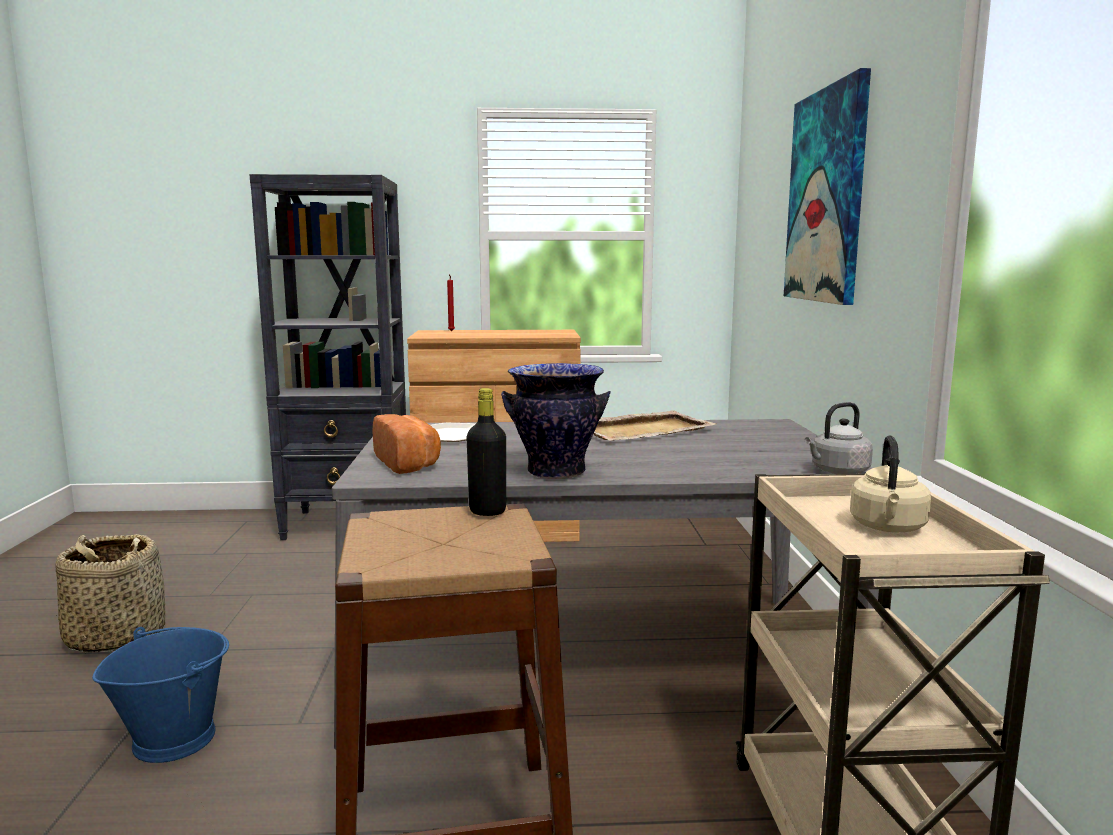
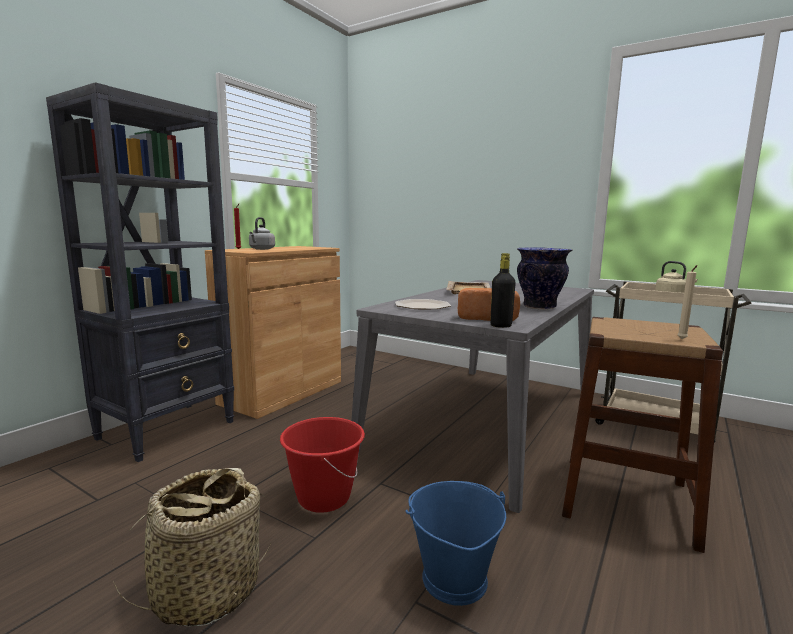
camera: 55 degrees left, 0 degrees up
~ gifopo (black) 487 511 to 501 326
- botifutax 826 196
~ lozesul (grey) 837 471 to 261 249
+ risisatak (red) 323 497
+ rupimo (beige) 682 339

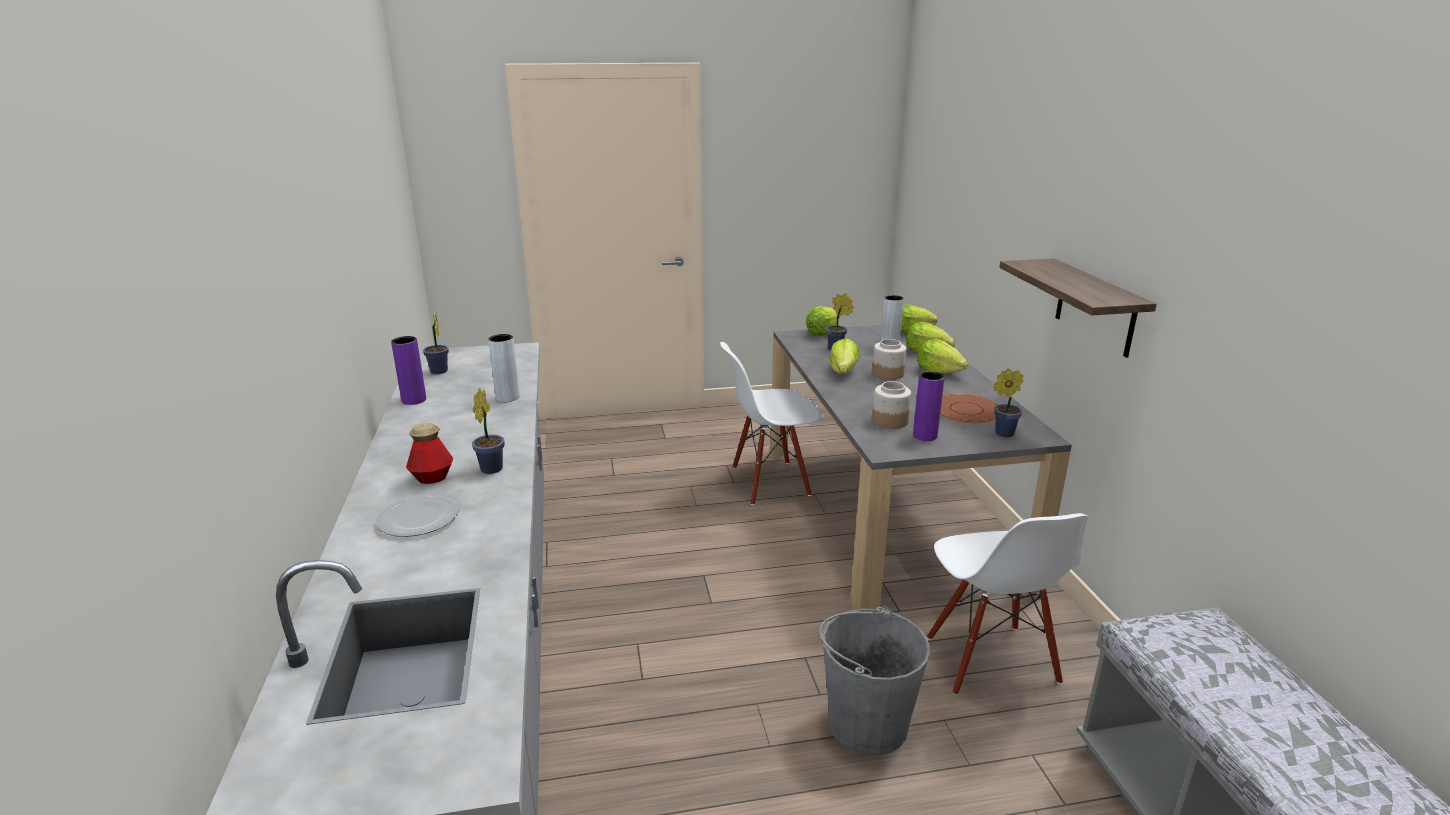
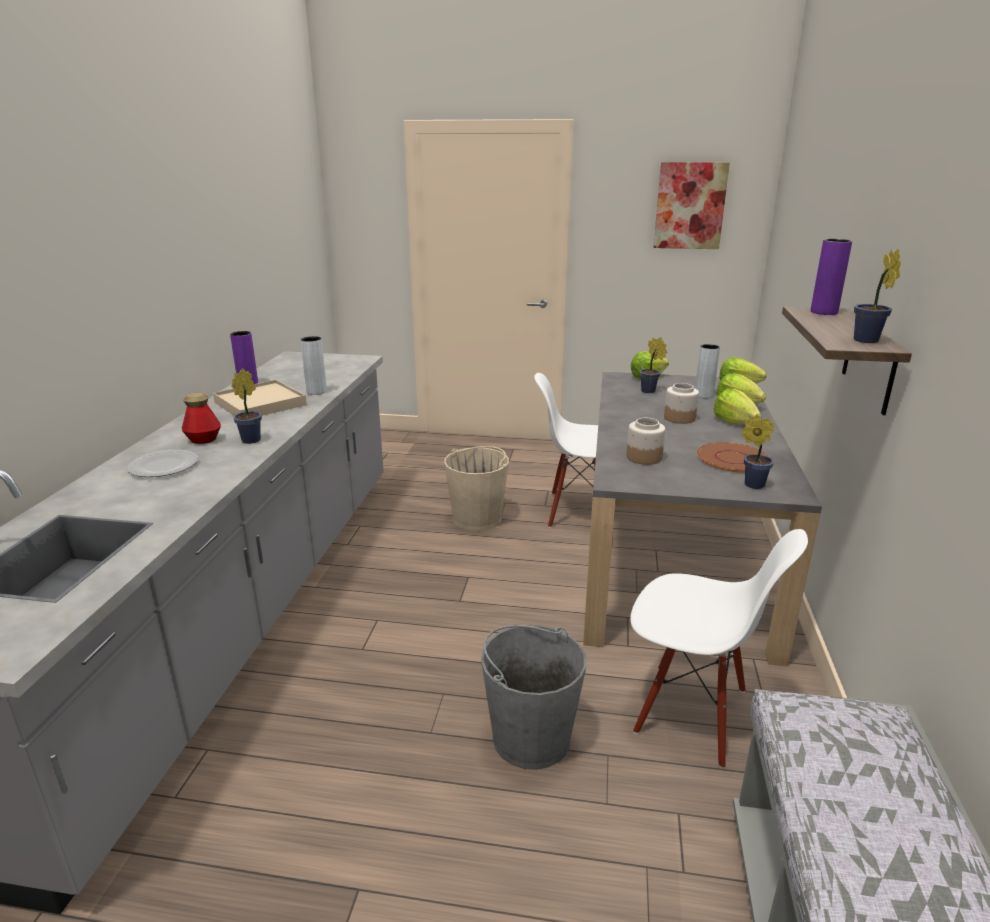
camera: 20 degrees right, 0 degrees up
~ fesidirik 439 372 to 867 341
- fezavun 843 372
~ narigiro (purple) 925 436 to 824 312
~ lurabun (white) 990 660 = 691 712 75 degrees counterclockwise
+ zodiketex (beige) 260 404
+ risisatak (beige) 477 518
+ botifutax 690 206

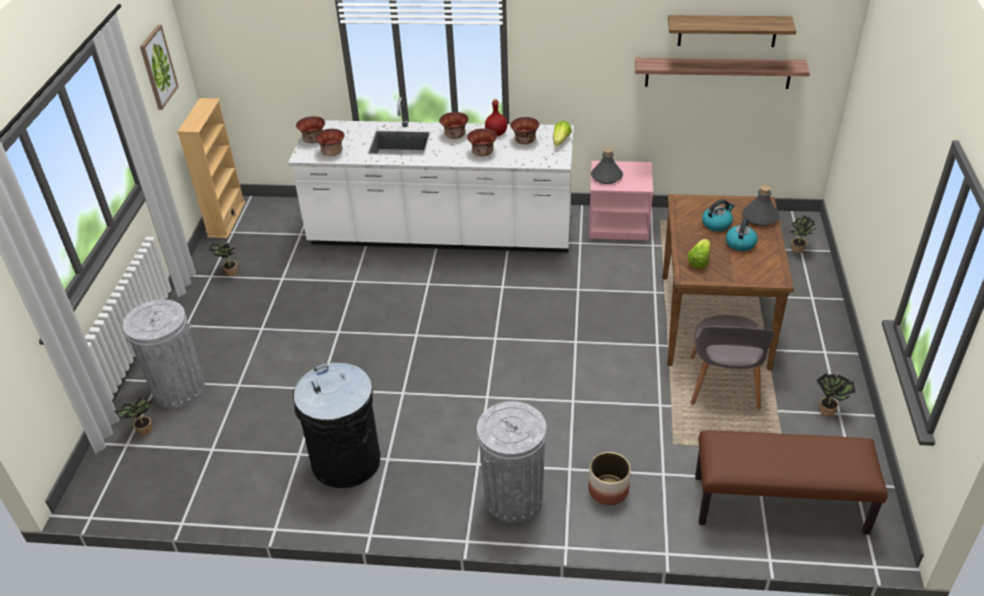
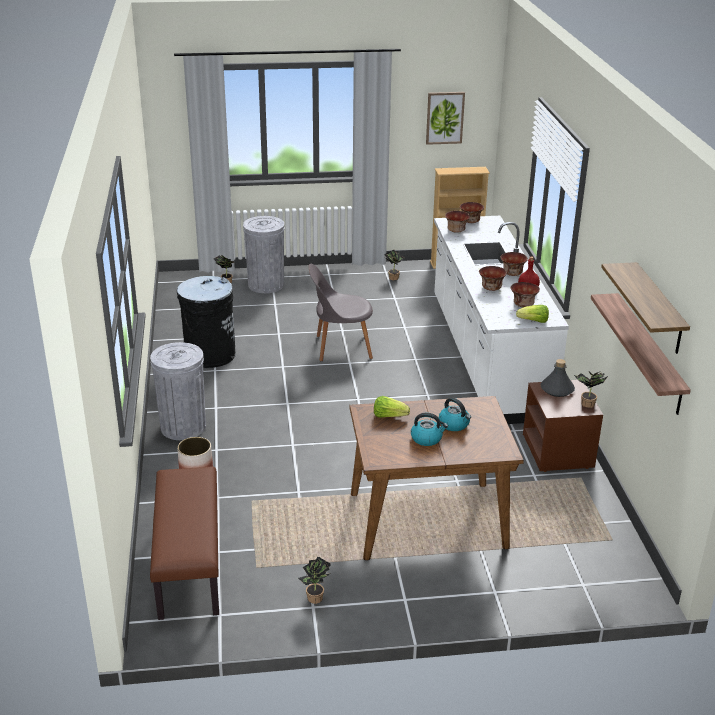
camera: 75 degrees right, 10 degrees down
~ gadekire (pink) 619 224 to gadekire (brown) 558 451
~ lurabun (grey) 723 385 to 340 347
- gifopo (grey) 760 217
~ fesidirik 798 250 to 586 404

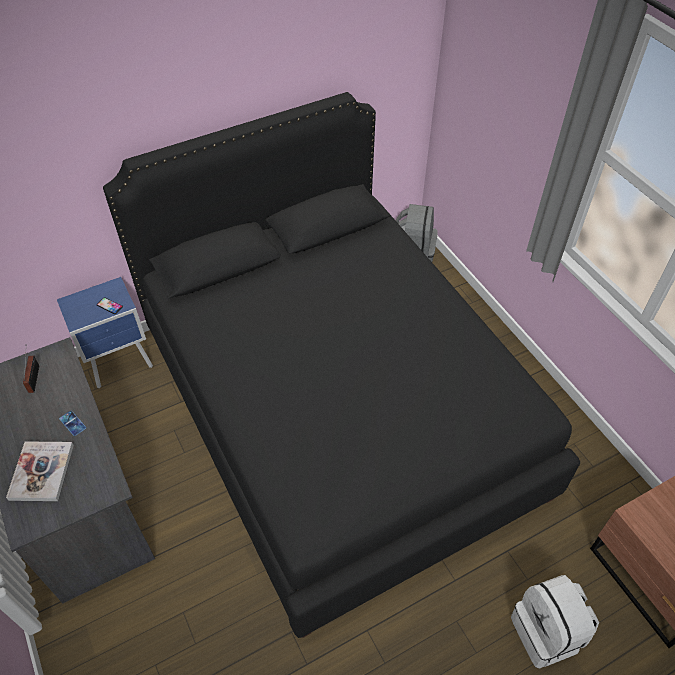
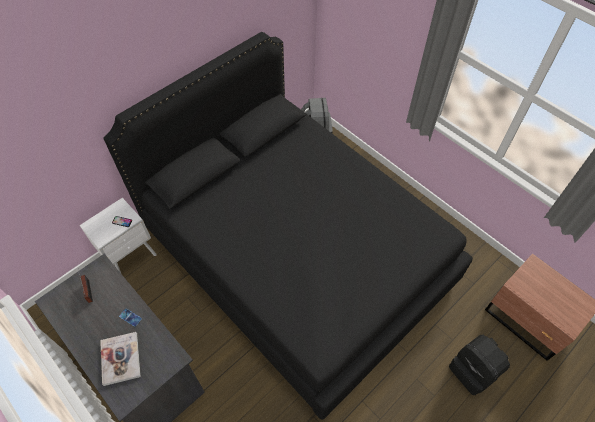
camera: 15 degrees left, 5 degrees up
~ gadekire (blue) 121 363 to gadekire (white) 132 258
~ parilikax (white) 547 633 to parilikax (black) 473 371

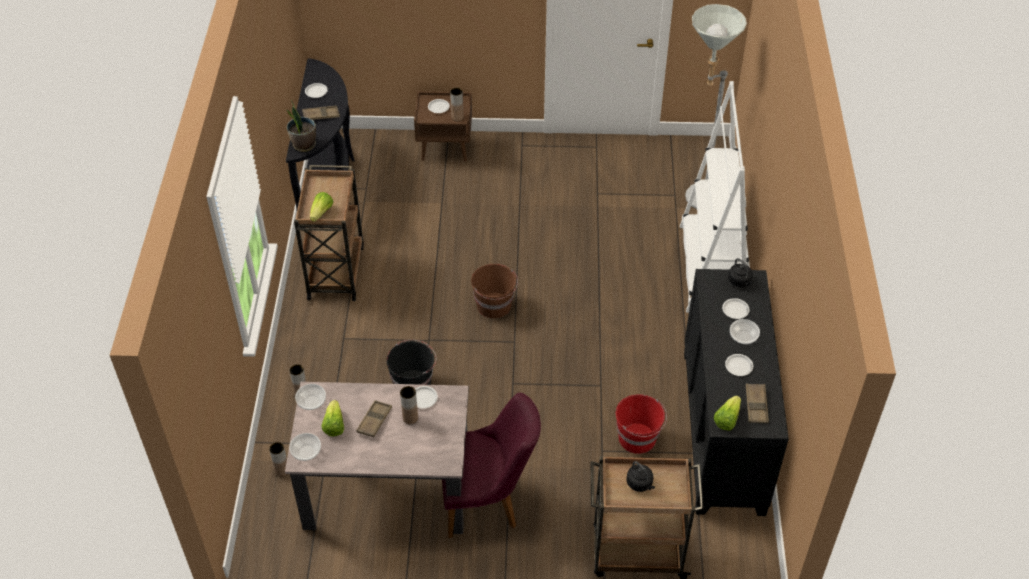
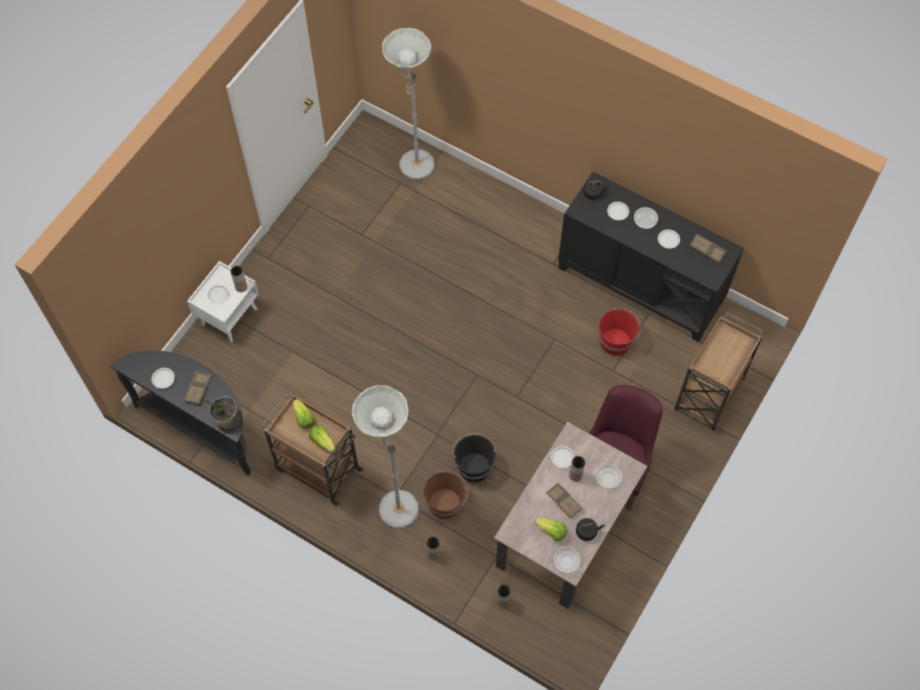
camera: 60 degrees left, 15 degrees up
~ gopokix 311 402 to 607 479
~ gadekire (brown) 445 148 to gadekire (white) 229 316
~ risisatak (brown) 494 305 to 445 503
~ lozesul (black) 640 484 to 587 531
- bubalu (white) 712 268
~ fezavun 727 419 to 304 418
+ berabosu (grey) 393 502

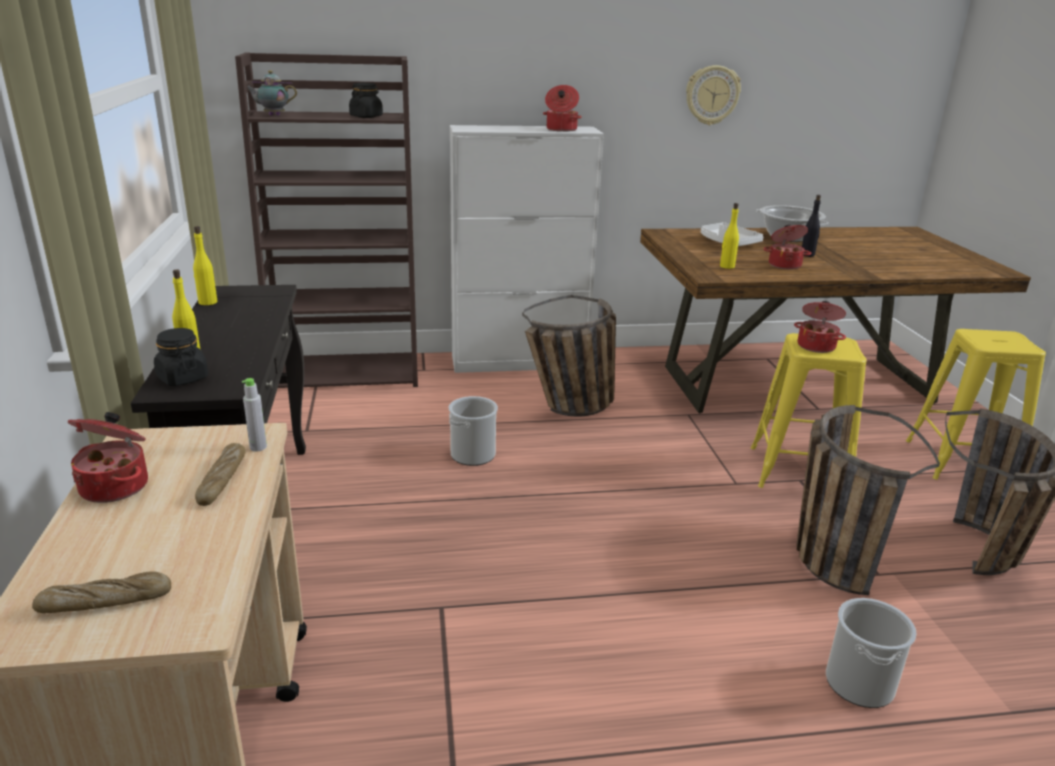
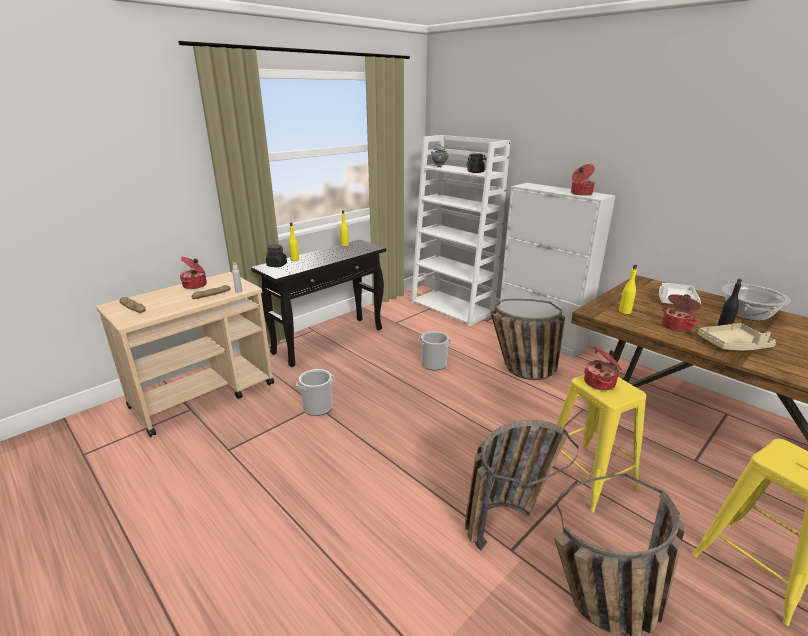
camera: 55 degrees right, 0 degrees up
~ bubalu (brown) 348 372 to bubalu (white) 453 308
- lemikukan 712 95
~ risisatak 859 683 to 318 407
+ zodiketex (beige) 733 345

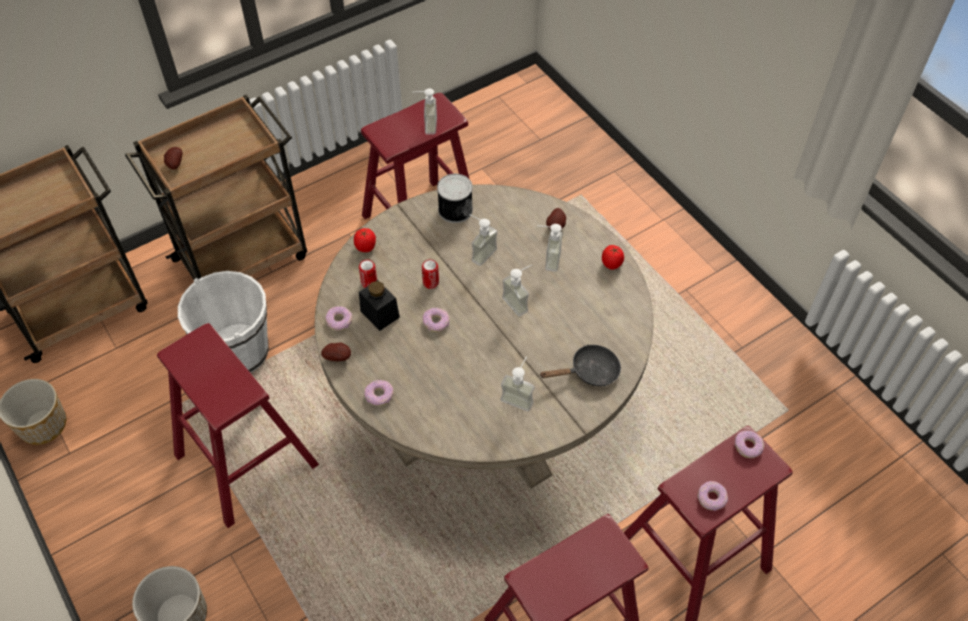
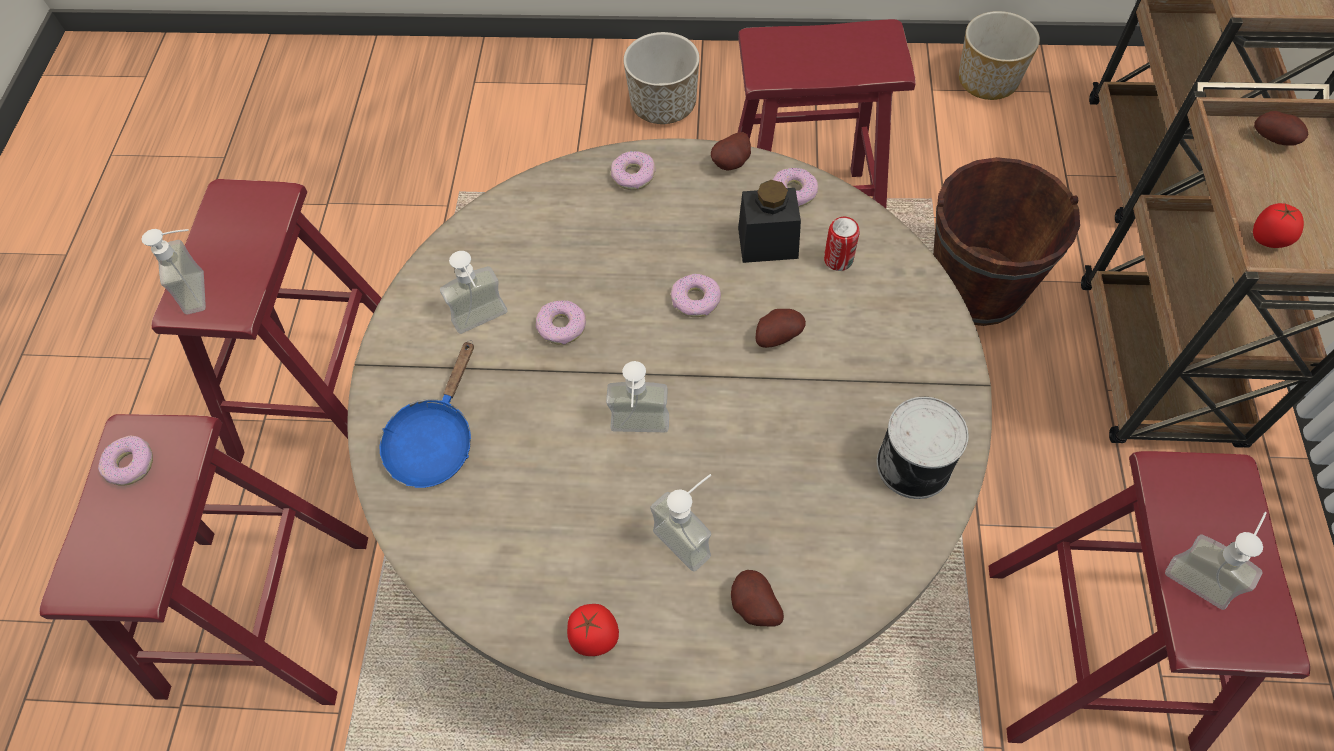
camera: 130 degrees right, 5 degrees up
~ risisatak (white) 238 351 to risisatak (brown) 976 288
~ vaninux 366 247 to 1267 240
~ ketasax 431 282 to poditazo 776 336
~ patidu 479 252 to 206 290
~ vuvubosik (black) 589 372 to vuvubosik (blue) 434 440
~ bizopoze 748 446 to 562 327

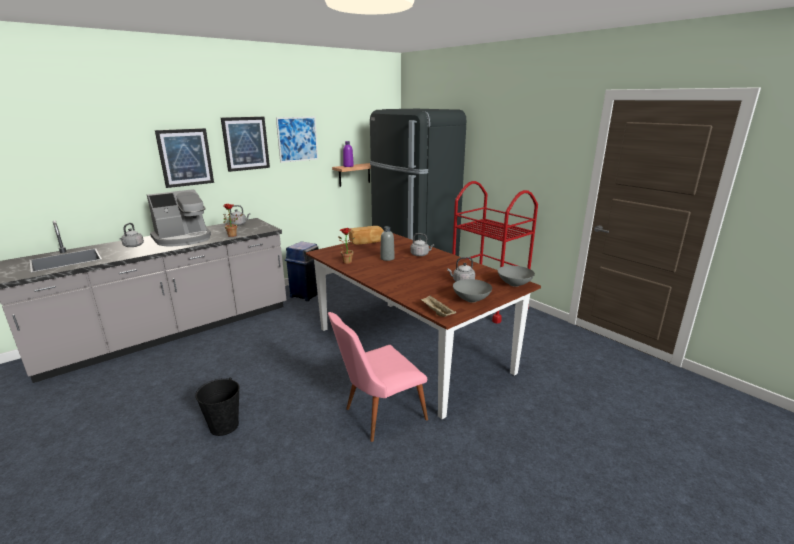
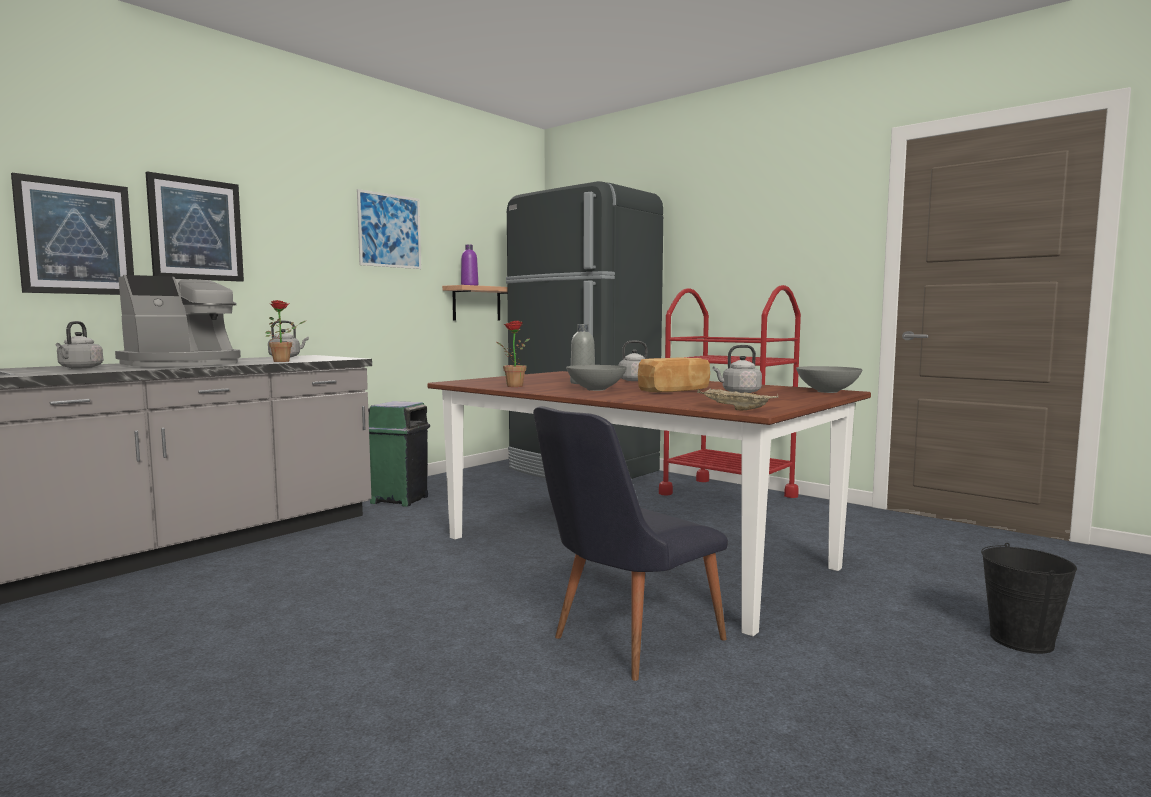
camera: 10 degrees left, 15 degrees down
~ risisatak (black) 224 426 to 1022 640
~ botifutax 245 143 to 76 237
~ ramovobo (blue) 306 295 to ramovobo (green) 400 500
~ lurabun (pink) 377 415 to lurabun (black) 624 641
~ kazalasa 367 242 to 675 391
~ gopokix (grey) 471 300 to 596 389

